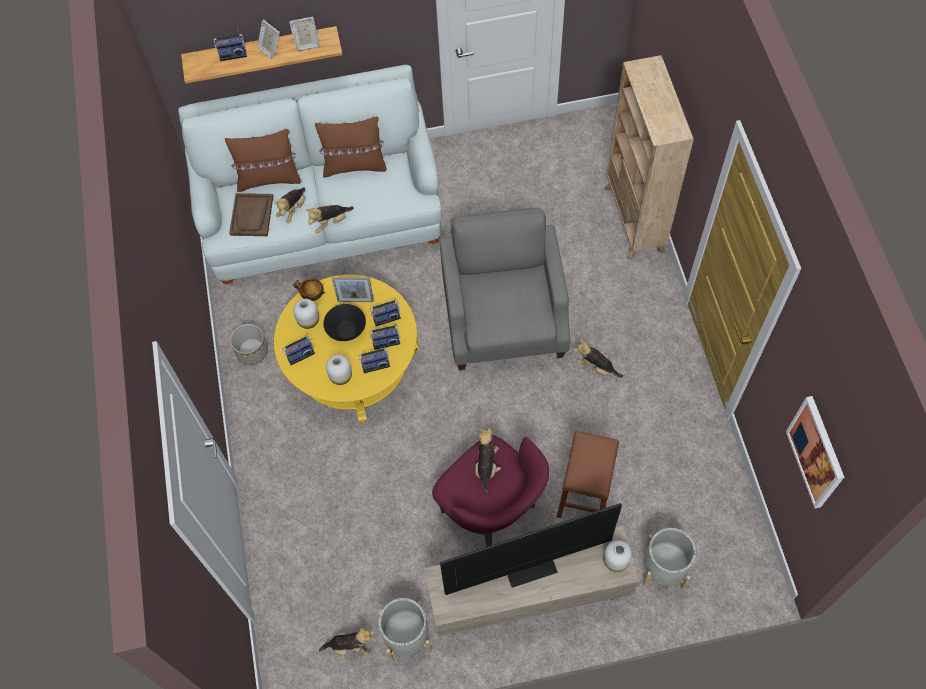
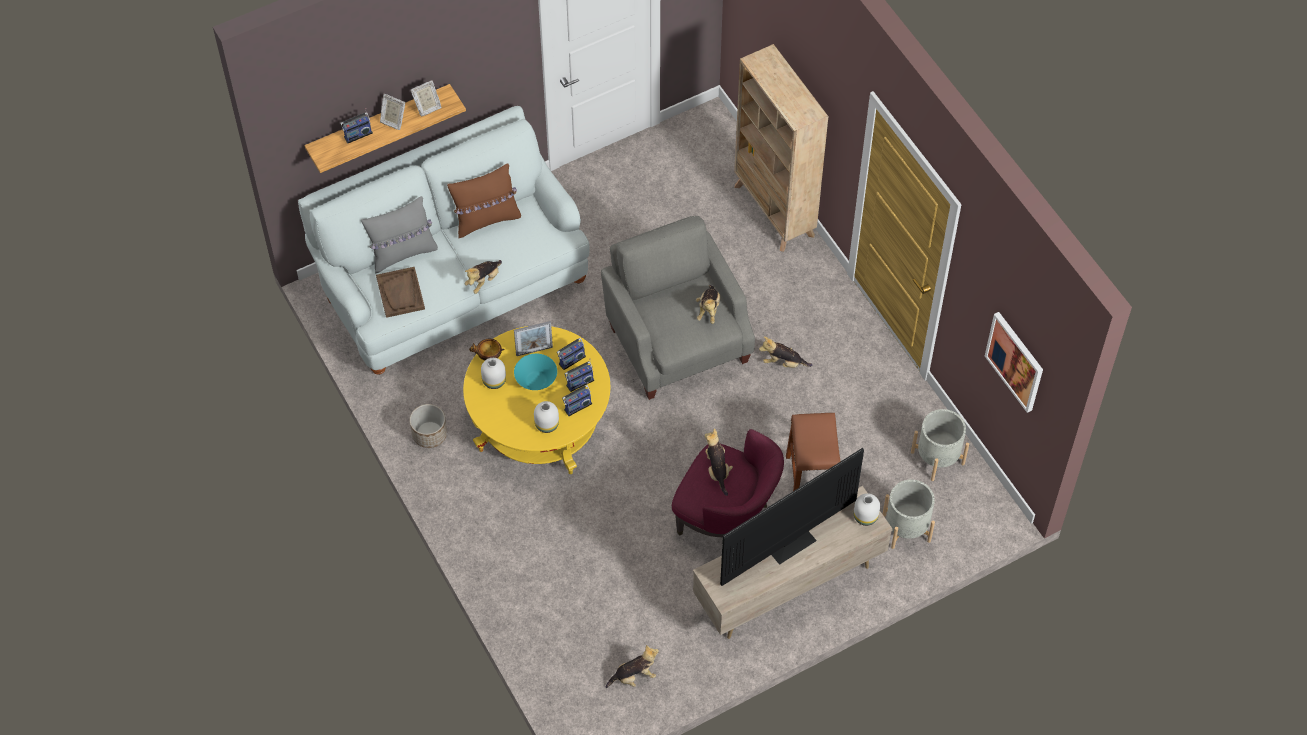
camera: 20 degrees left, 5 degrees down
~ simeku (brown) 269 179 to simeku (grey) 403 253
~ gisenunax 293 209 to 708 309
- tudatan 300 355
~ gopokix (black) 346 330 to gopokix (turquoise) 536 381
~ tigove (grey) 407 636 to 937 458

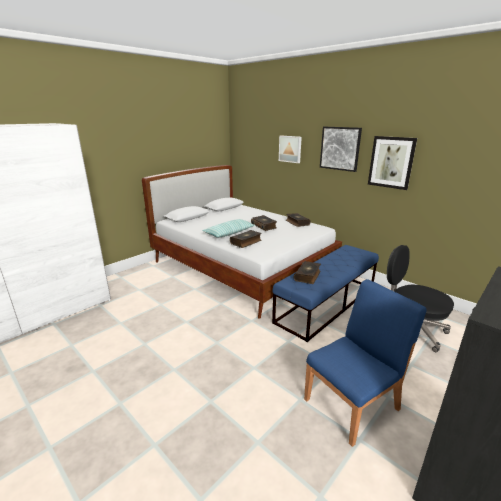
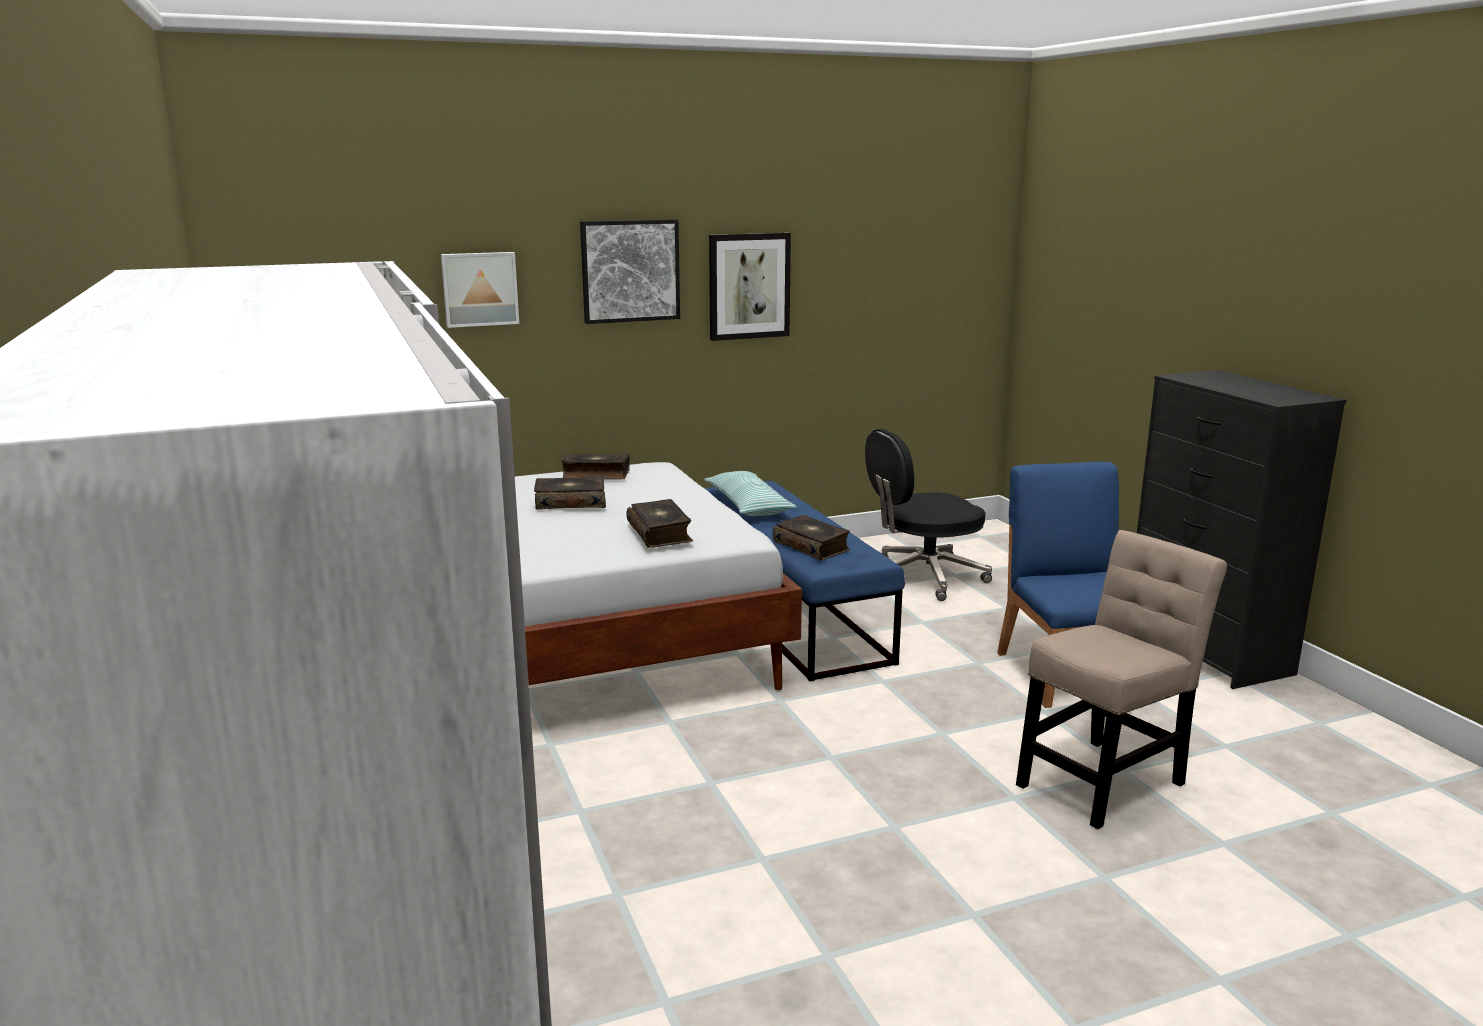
camera: 65 degrees left, 5 degrees down
~ simeku 229 233 to 748 506
+ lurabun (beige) 1104 780

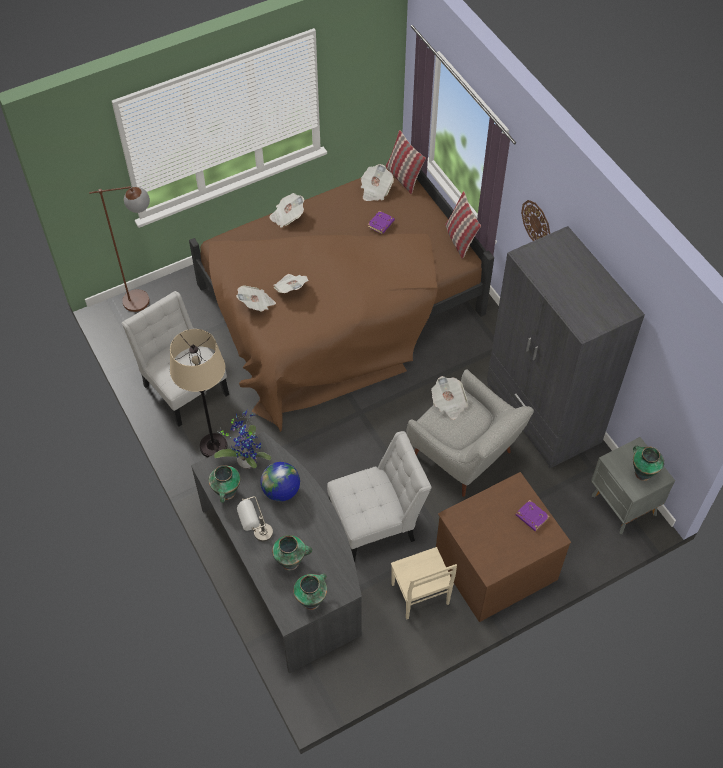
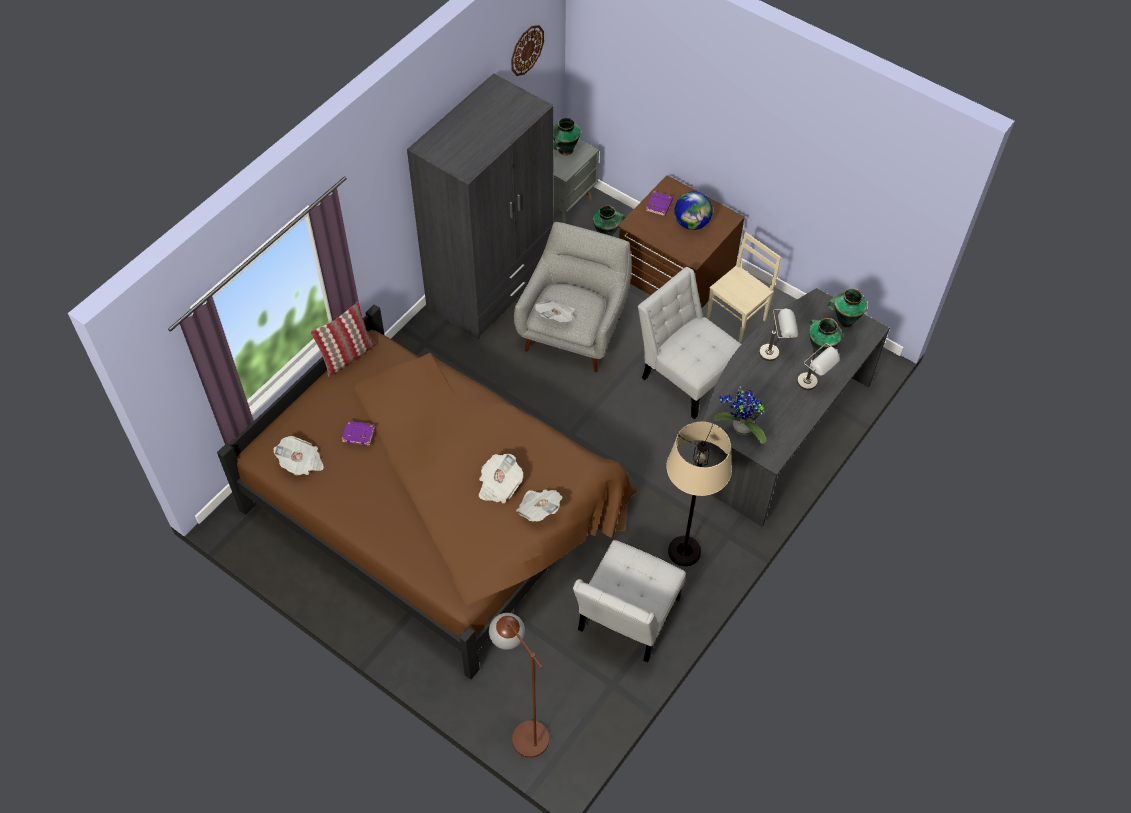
camera: 115 degrees left, 0 degrees up
~ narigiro 226 493 to 607 234
~ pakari 281 491 to 692 223
- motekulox 287 216
- simeku 403 177
~ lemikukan 536 223 to 526 50
+ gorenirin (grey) 775 352

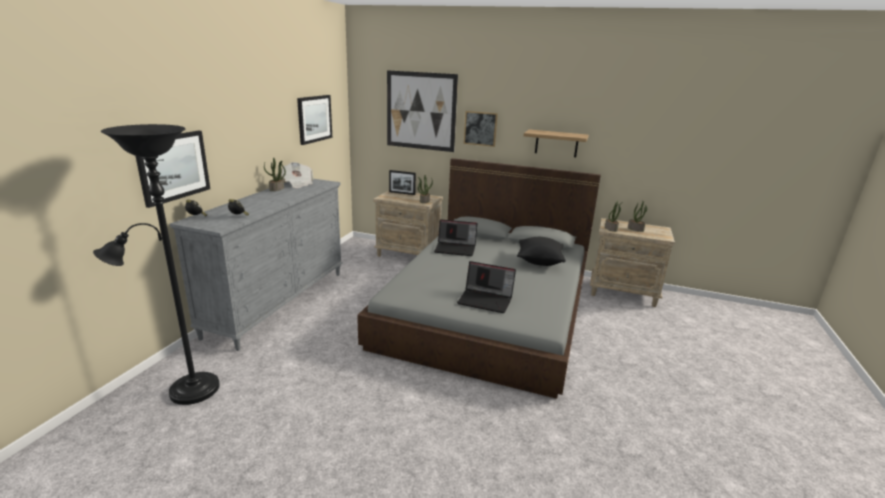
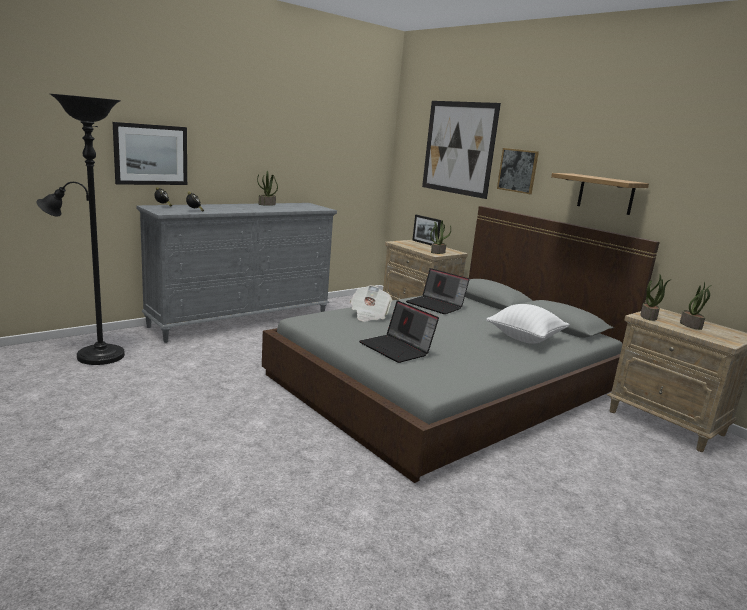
camera: 30 degrees right, 5 degrees down
~ motekulox 298 184 to 369 315
- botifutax 314 119
~ simeku (black) 539 262 to simeku (white) 525 338

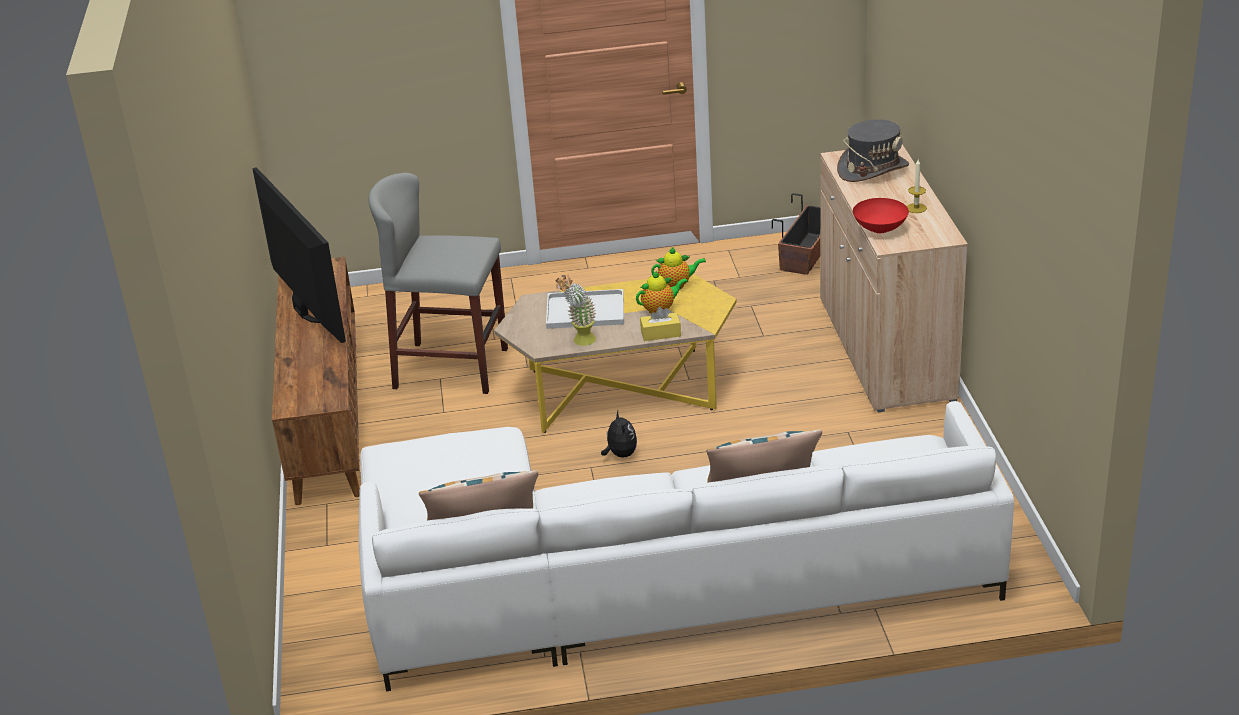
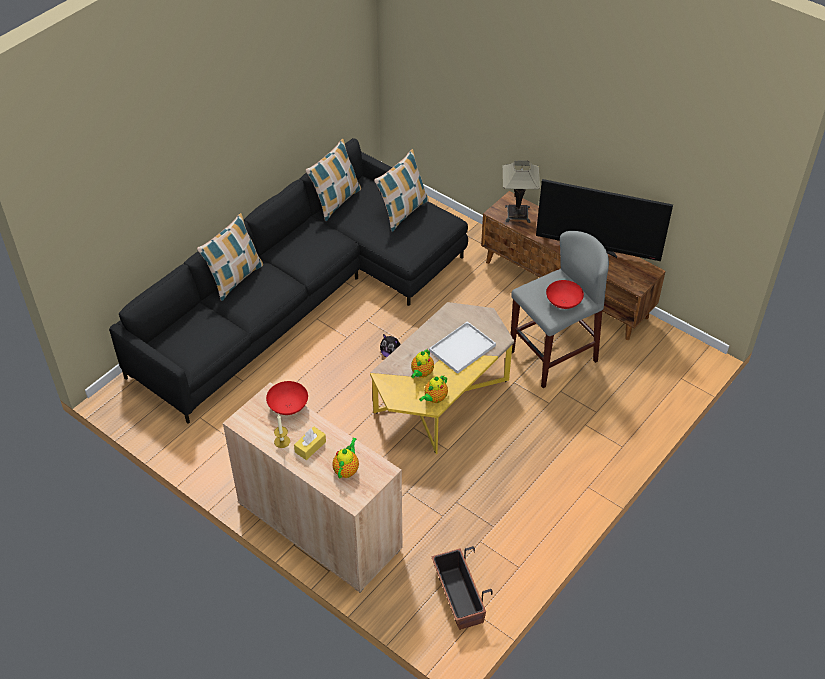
camera: 135 degrees right, 15 degrees up
~ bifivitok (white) 646 581 to bifivitok (black) 302 296
- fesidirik 580 342
~ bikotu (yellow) 660 333 to 310 447
~ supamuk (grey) 873 169 to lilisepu 347 469
+ simeku 403 212
+ gorenirin 517 214
+ gopokix (red) 563 302

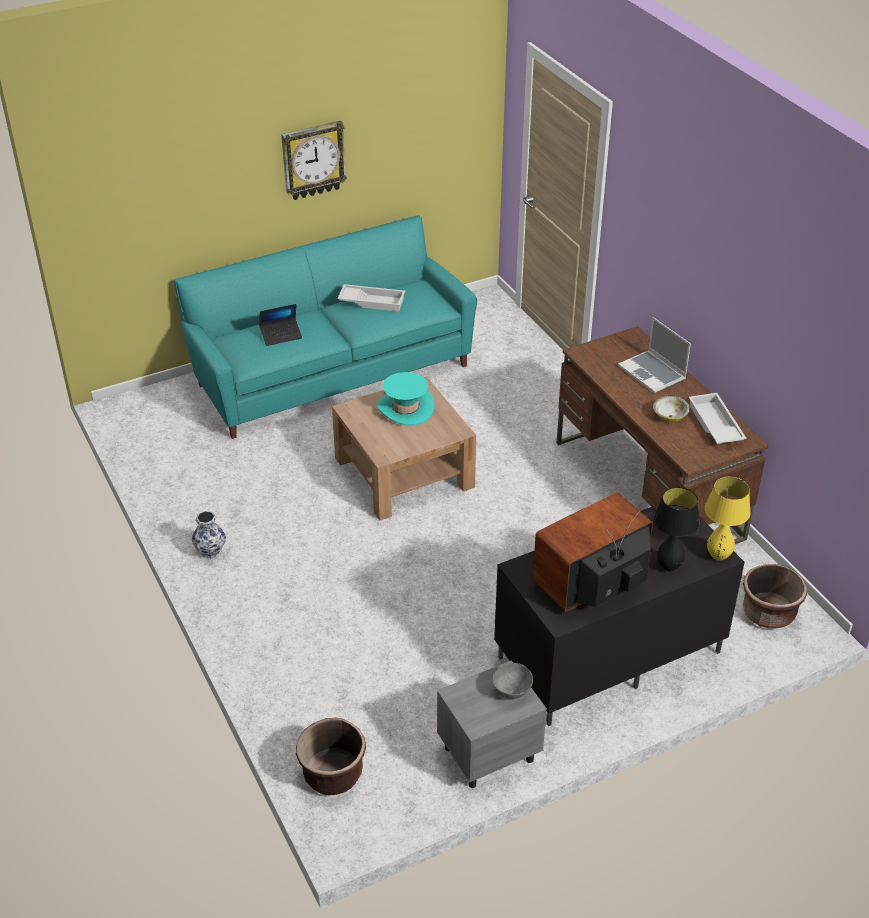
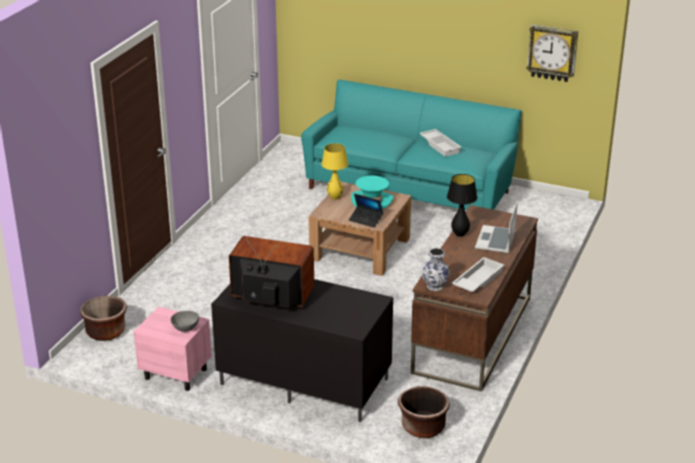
camera: 50 degrees right, 10 degrees down
~ narigiro 211 552 to 435 286
~ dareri 281 335 to 366 220
~ lemikukan 313 160 to 552 53
~ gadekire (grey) 487 754 to gadekire (pink) 175 373
- gopokix 670 416
~ gorenirin (black) 668 567 to 460 234
~ gorenirin (yellow) 718 556 to 334 197

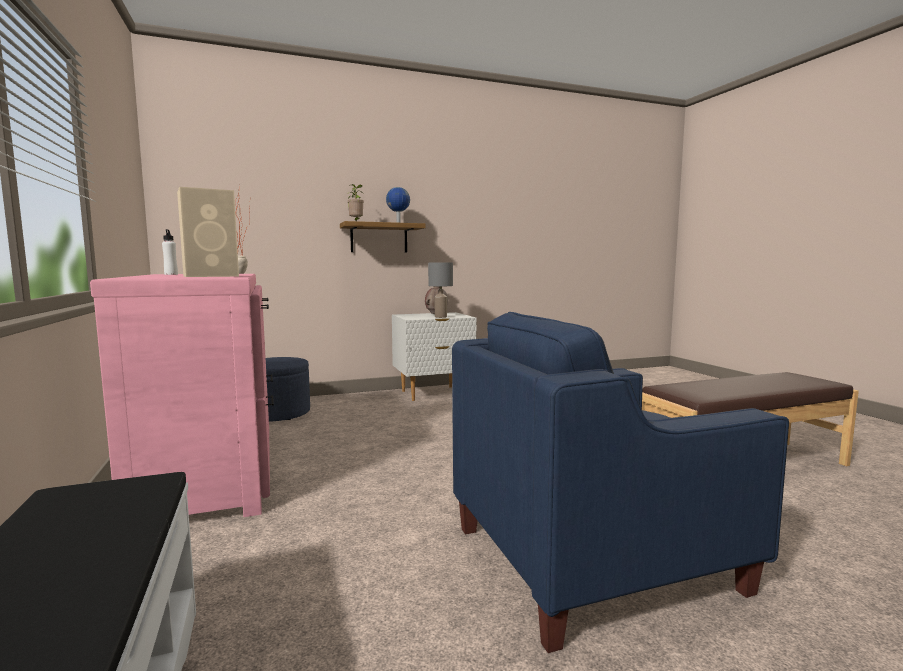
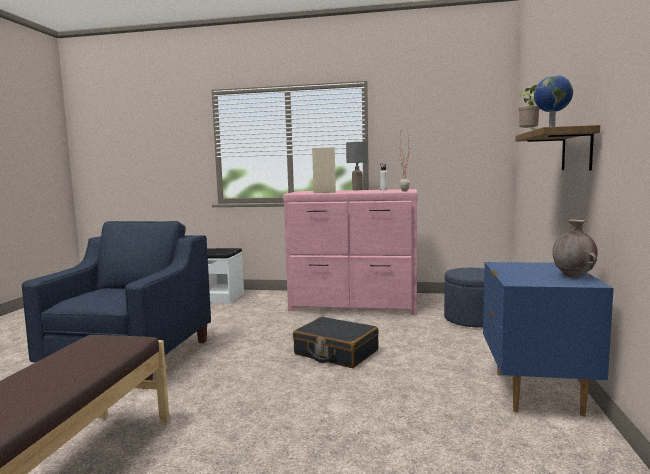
camera: 120 degrees right, 0 degrees up
~ gadekire (white) 433 393 to gadekire (blue) 535 393
~ gorenirin (grey) 441 317 to 357 190
+ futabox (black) 336 353

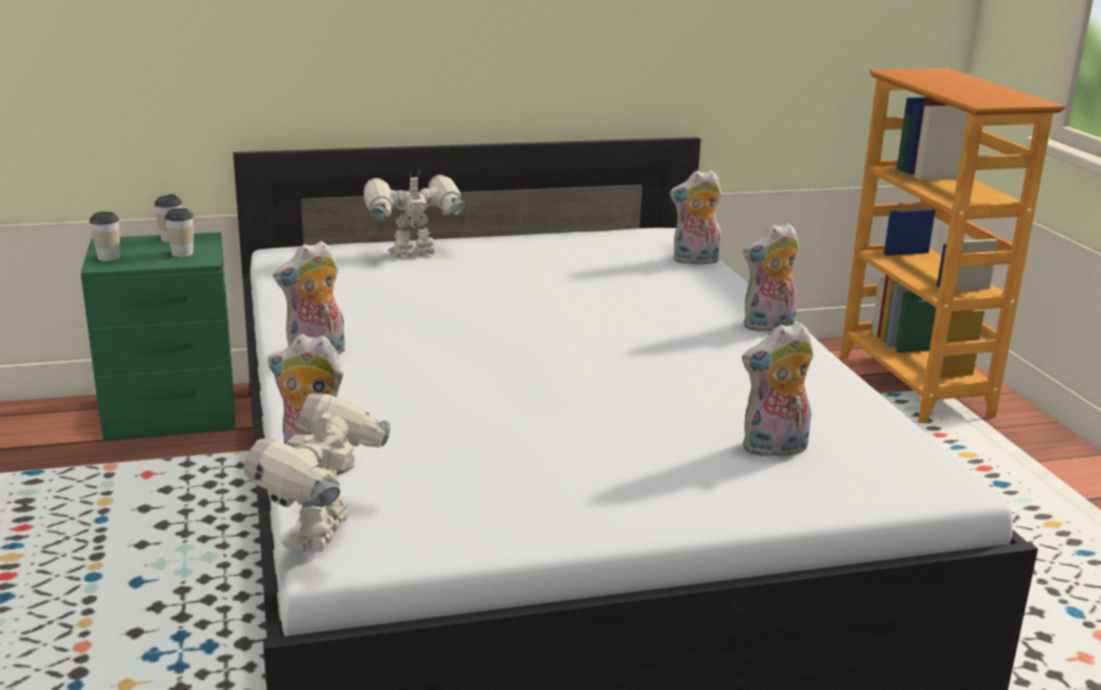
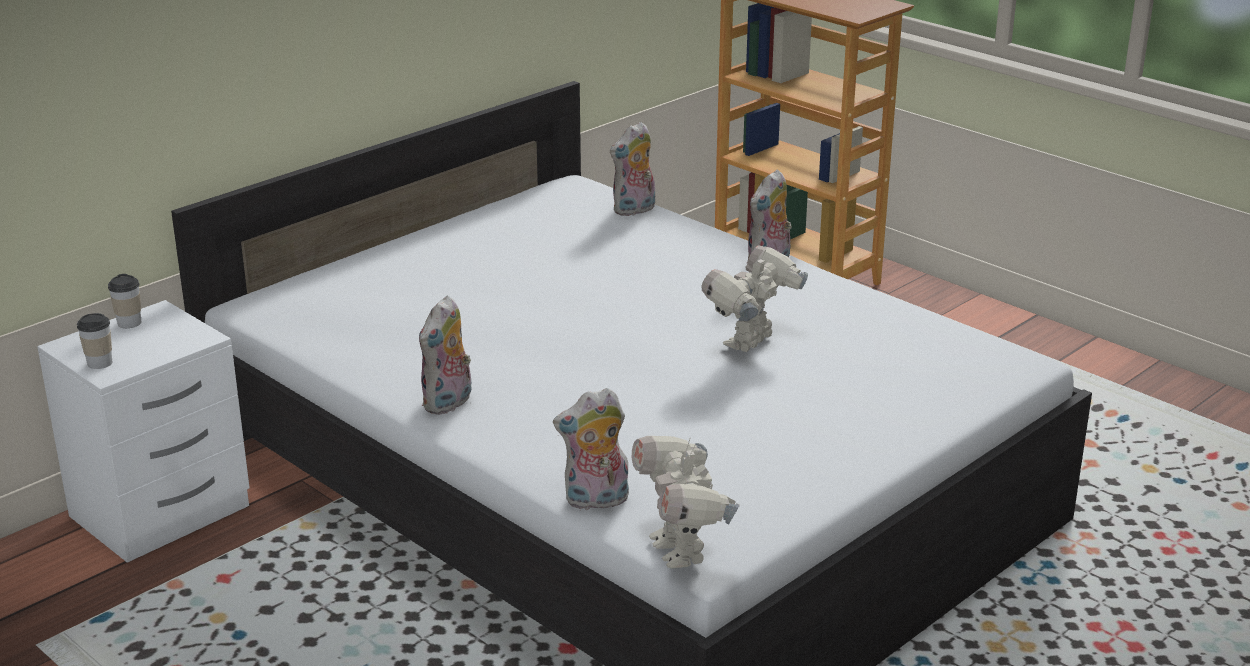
camera: 30 degrees left, 5 degrees up
~ gadekire (green) 174 414 to gadekire (white) 164 511
- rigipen 182 253
~ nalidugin 414 255 to 751 343
- gisenunax 774 449

